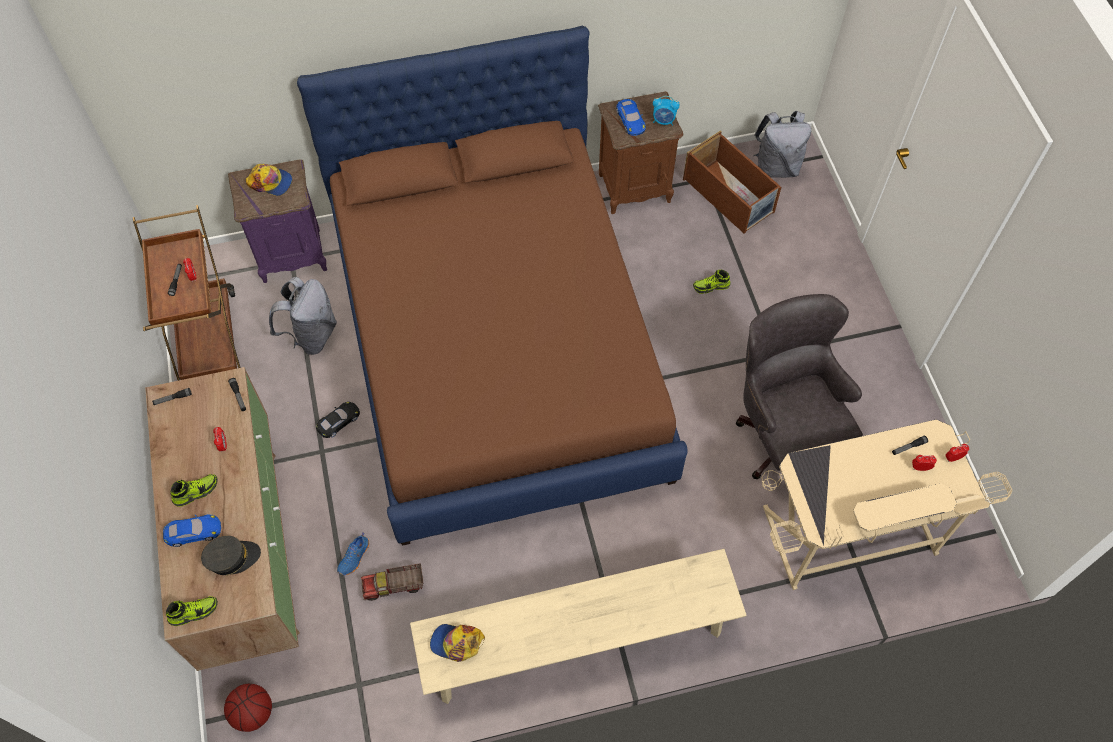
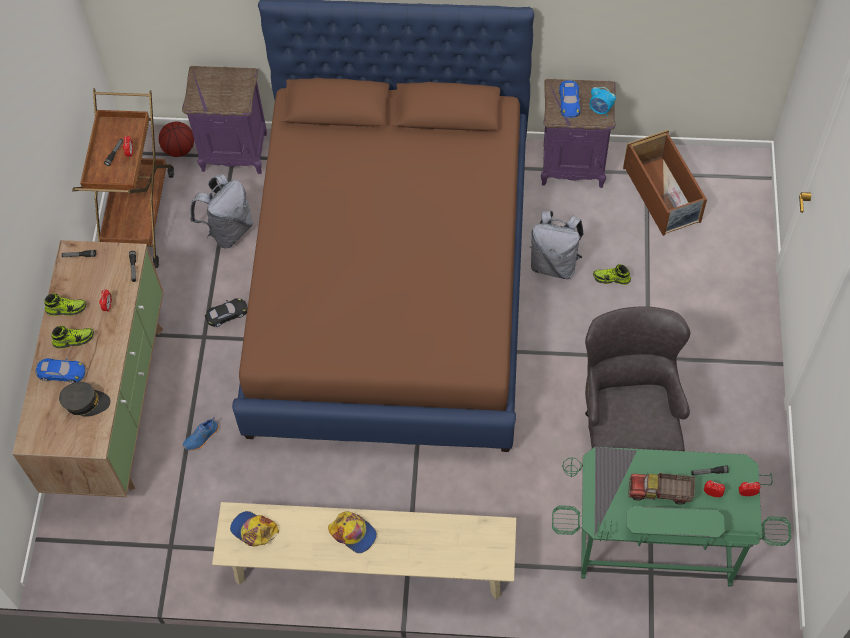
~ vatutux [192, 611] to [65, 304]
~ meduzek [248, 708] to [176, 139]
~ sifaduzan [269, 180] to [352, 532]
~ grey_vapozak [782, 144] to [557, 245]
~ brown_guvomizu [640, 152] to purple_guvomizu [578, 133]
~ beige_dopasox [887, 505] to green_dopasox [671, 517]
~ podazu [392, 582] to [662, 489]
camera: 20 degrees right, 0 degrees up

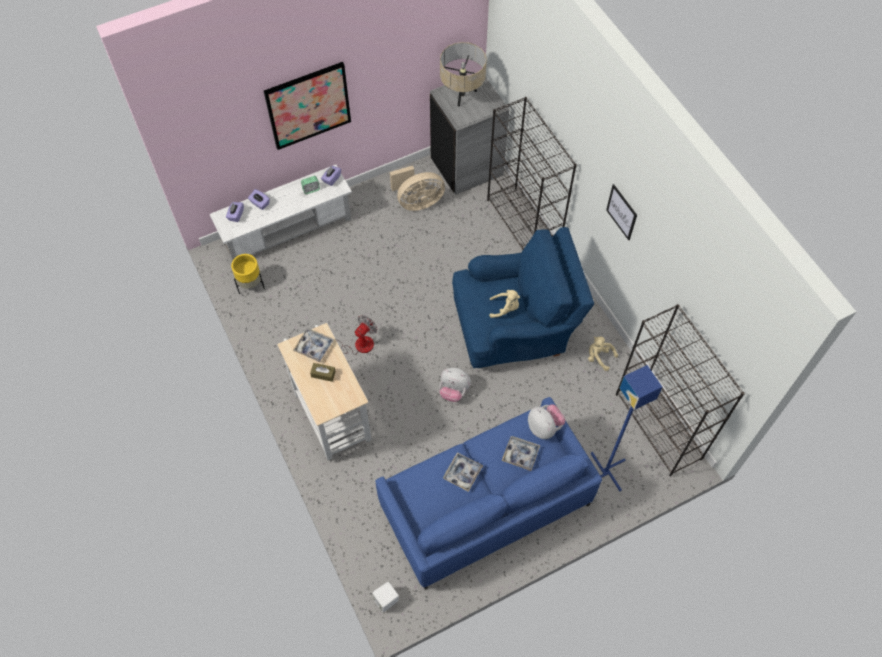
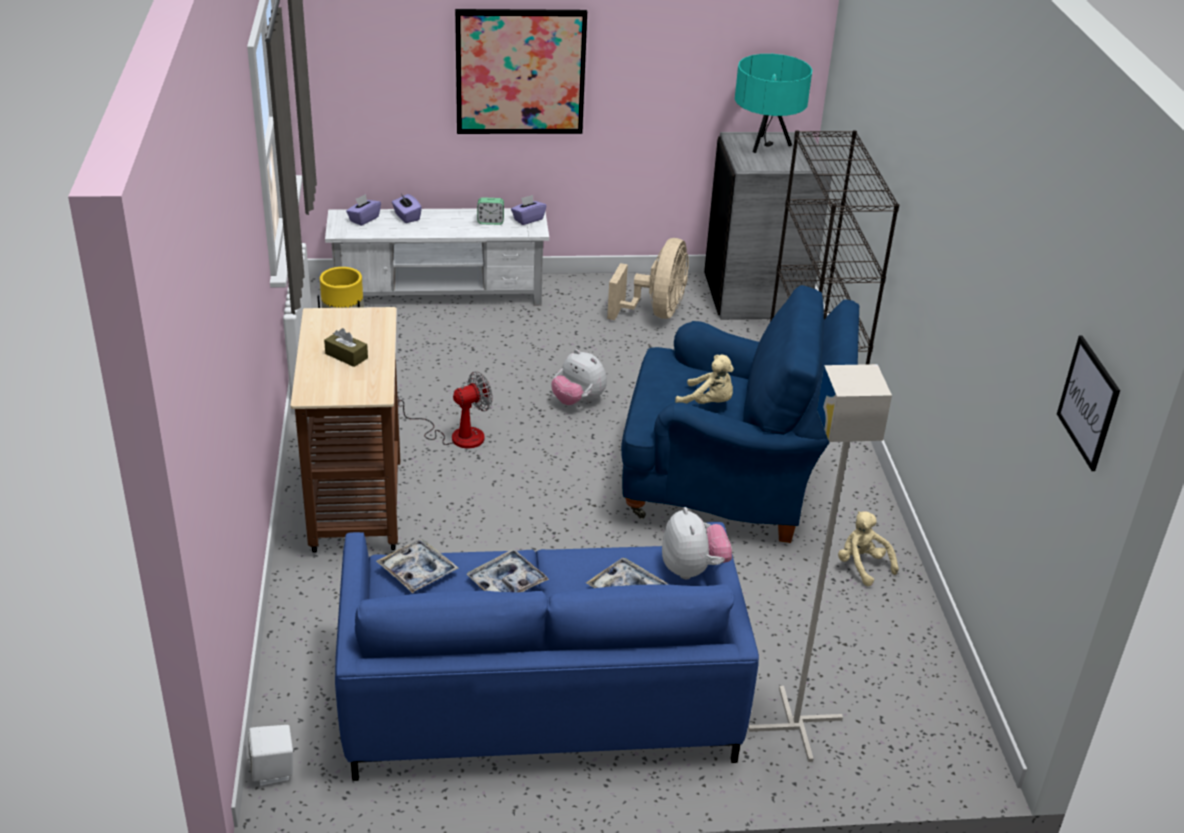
~ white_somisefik [325, 391] to brown_somisefik [345, 430]
~ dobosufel [313, 345] to [417, 566]
~ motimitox [455, 384] to [579, 377]
~ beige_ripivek [417, 188] = [648, 279] 75 degrees counterclockwise
~ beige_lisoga [463, 74] to turquoise_lisoga [774, 103]
~ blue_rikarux [626, 428] to grey_rikarux [820, 563]
~ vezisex [621, 212] to [1088, 403]
- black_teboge [680, 390]
camera: 20 degrees right, 25 degrees down

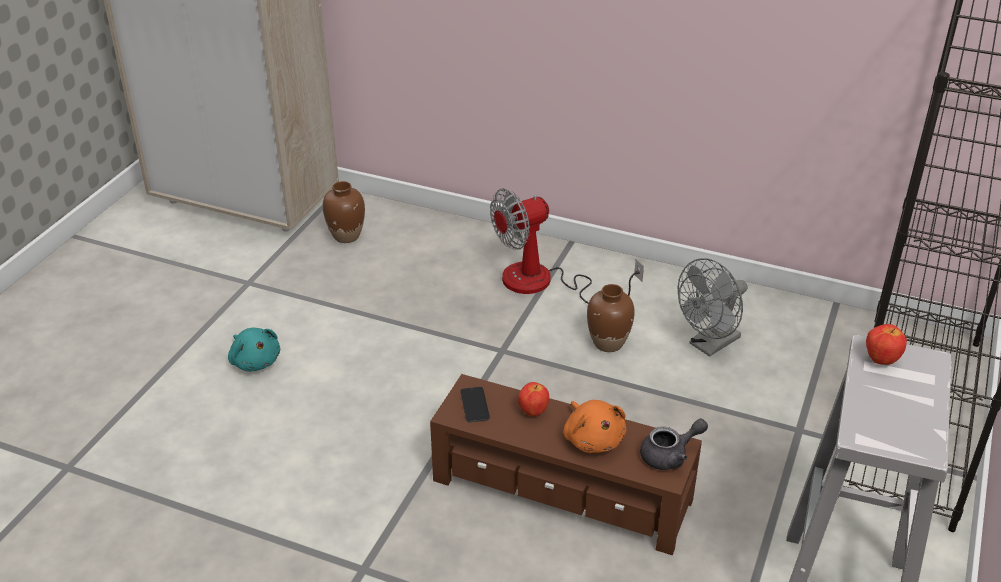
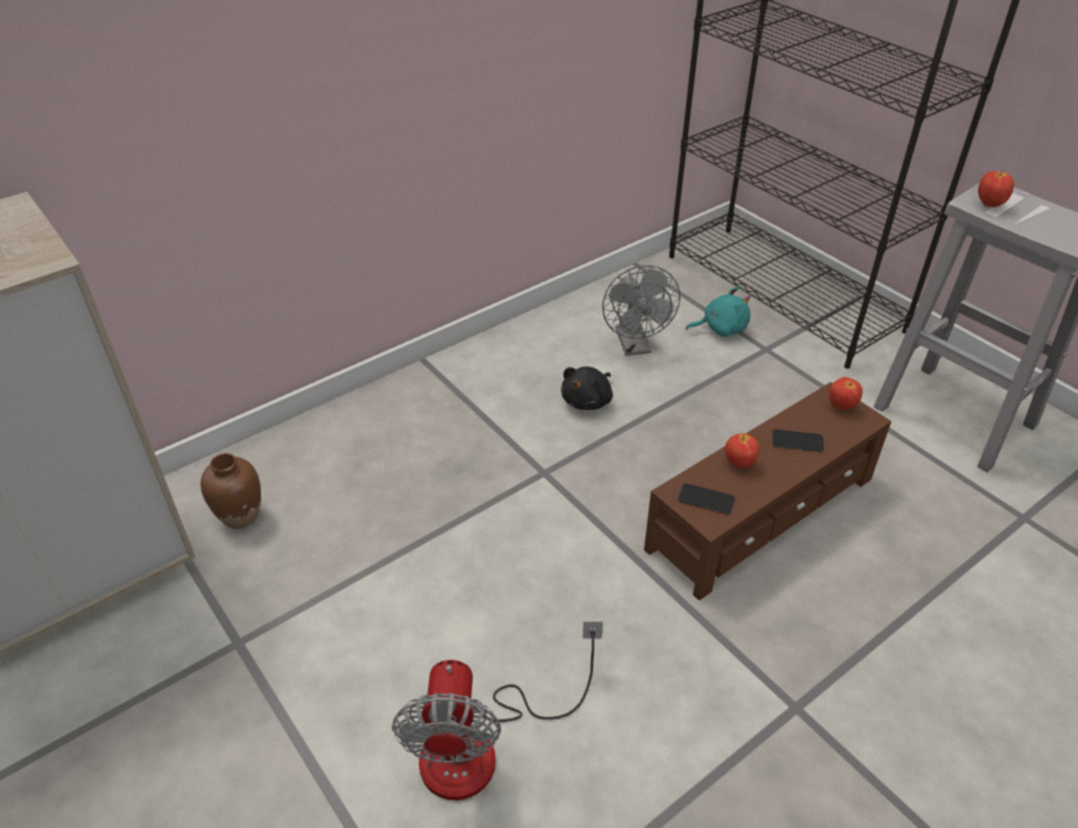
~ ripivek [567, 246] to [497, 710]
~ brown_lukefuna [611, 318] to black_motimitox [587, 388]
~ turquoise_motimitox [254, 350] to [718, 312]
~ orange_motimitox [594, 426] to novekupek [798, 440]
~ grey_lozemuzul [674, 444] to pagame [845, 393]
camera: 60 degrees left, 5 degrees up

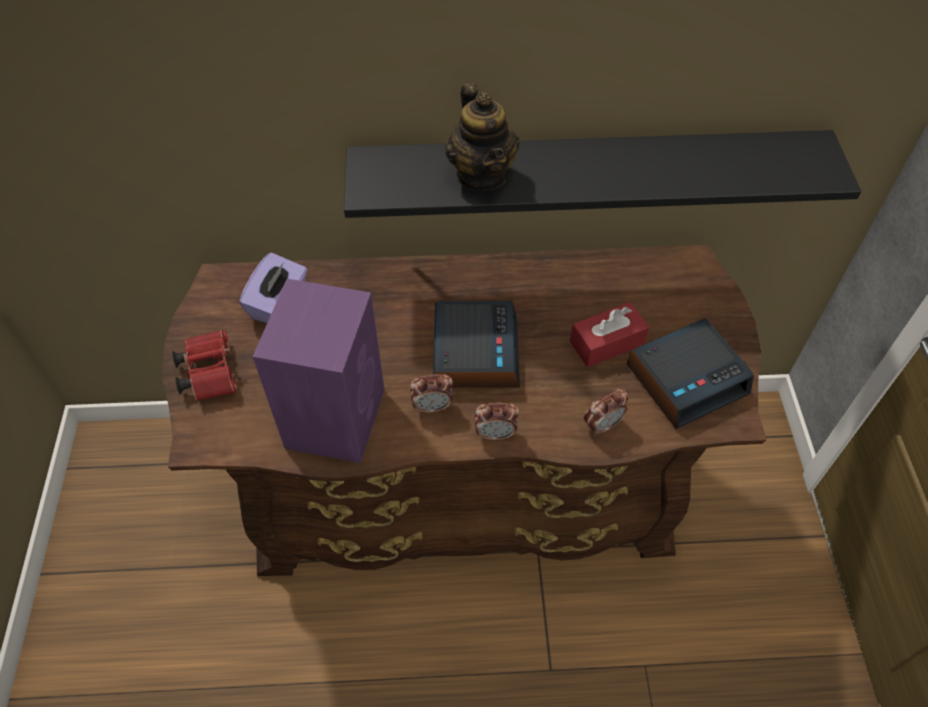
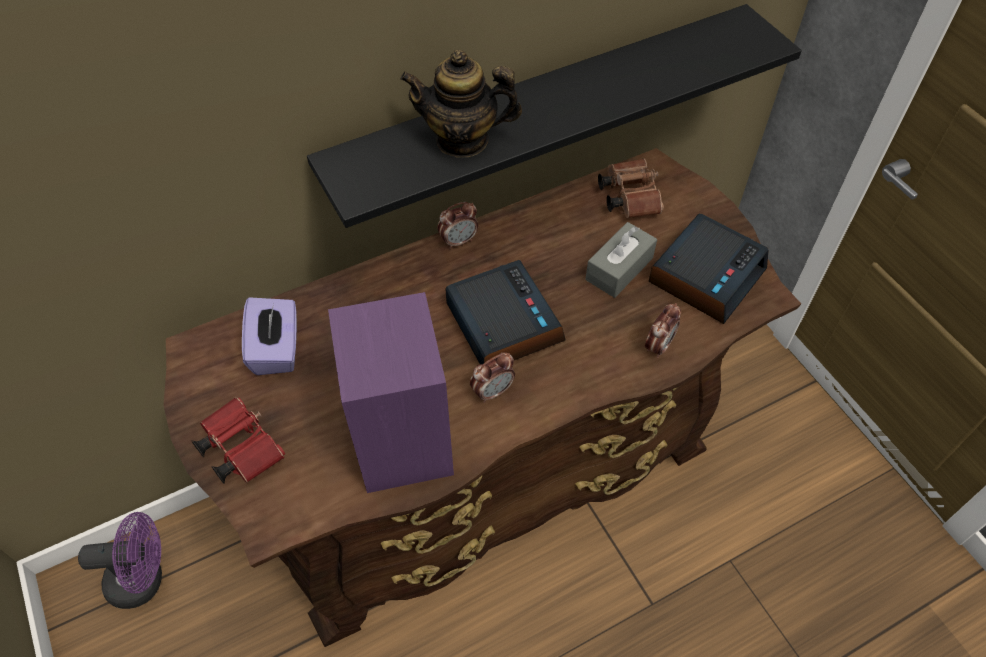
+ purple_ripivek [120, 560]
~ lozemuzul [482, 136] = [461, 103] 135 degrees clockwise
~ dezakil [496, 421] to [457, 225]
~ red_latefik [609, 334] to grey_latefik [621, 260]
+ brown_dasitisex [631, 188]
camera: 25 degrees left, 0 degrees up

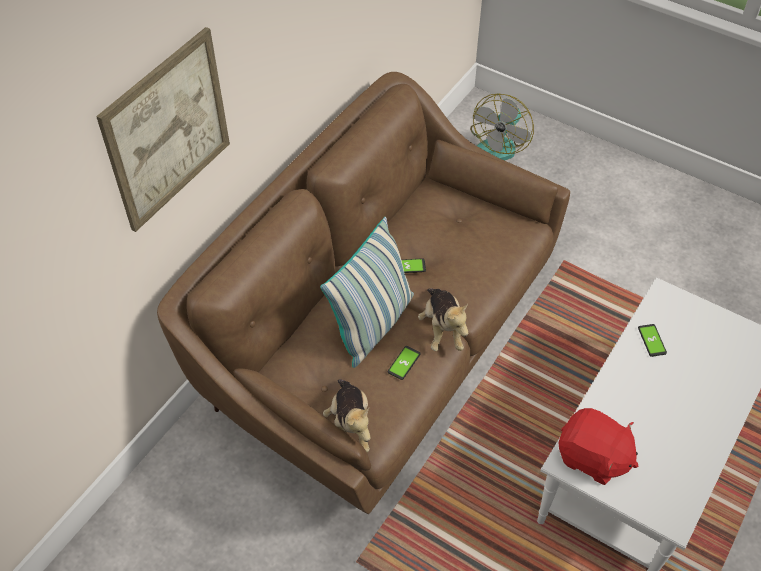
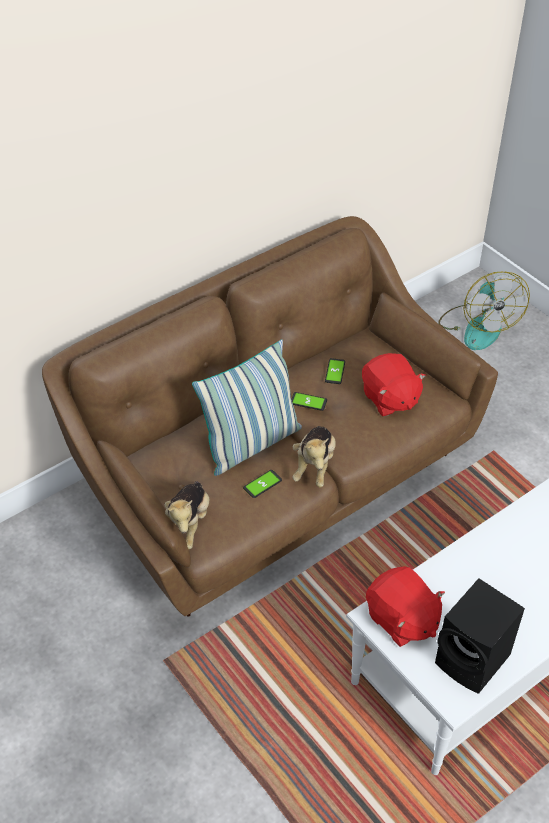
~ novekupek [652, 340] to [335, 371]
+ red_motimitox [394, 384]
+ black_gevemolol [480, 636]
~ ripivek [502, 127] = [484, 311] 60 degrees counterclockwise
- vezisex [163, 129]
camera: 20 degrees right, 5 degrees down

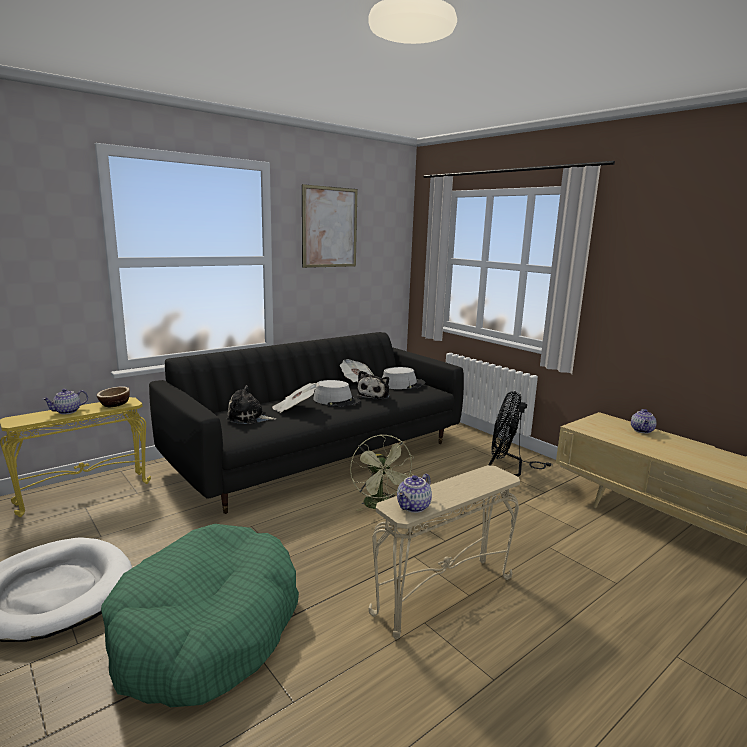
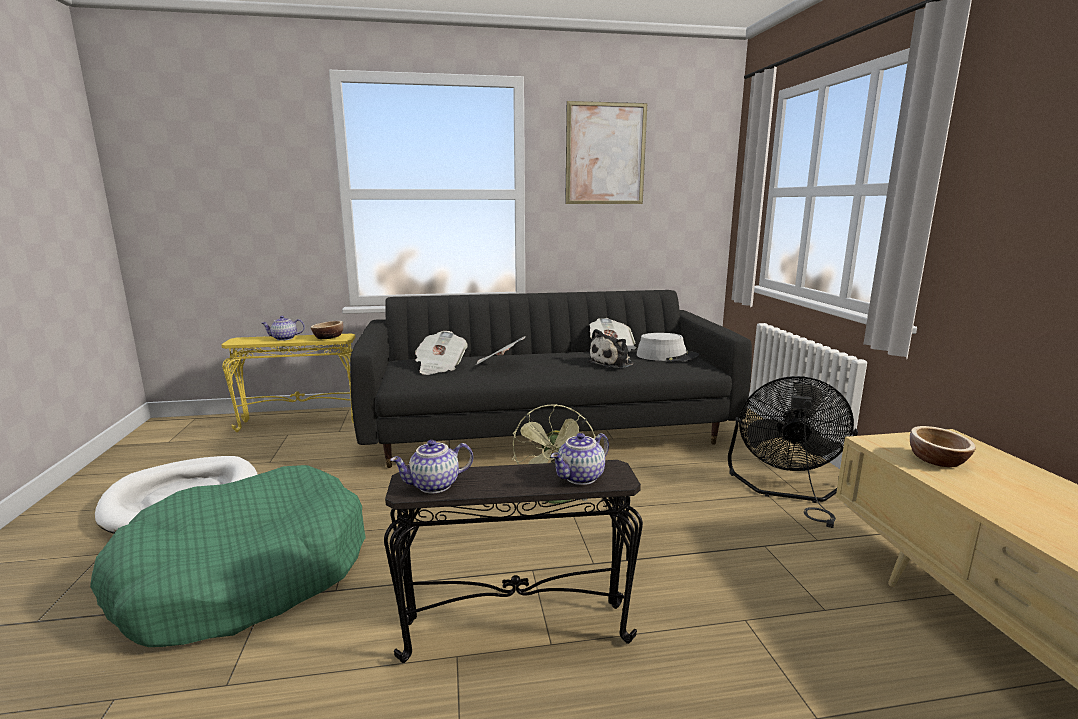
~ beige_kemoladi [444, 552] to black_kemoladi [513, 561]
~ motimitox [252, 404] to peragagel [441, 353]
~ lozemuzul [643, 421] to [580, 459]
~ black_ripivek [520, 433] = [793, 452] 60 degrees clockwise
+ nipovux [943, 446]
- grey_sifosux [337, 393]
camera: 30 degrees right, 0 degrees up

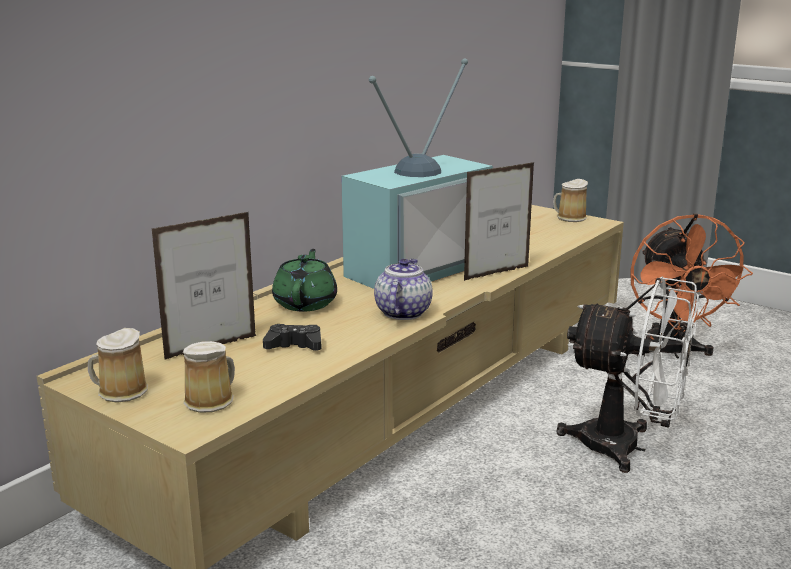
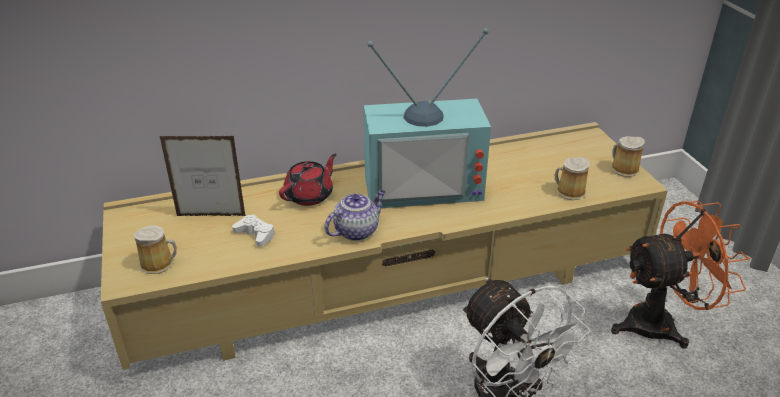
~ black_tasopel [292, 337] to white_tasopel [253, 231]
~ green_lozemuzul [304, 280] to red_lozemuzul [308, 180]
~ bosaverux [118, 365] to [572, 178]
~ orange_ripivek [691, 286] = [680, 275] 135 degrees counterclockwise
- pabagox [499, 221]
camera: 35 degrees right, 15 degrees up

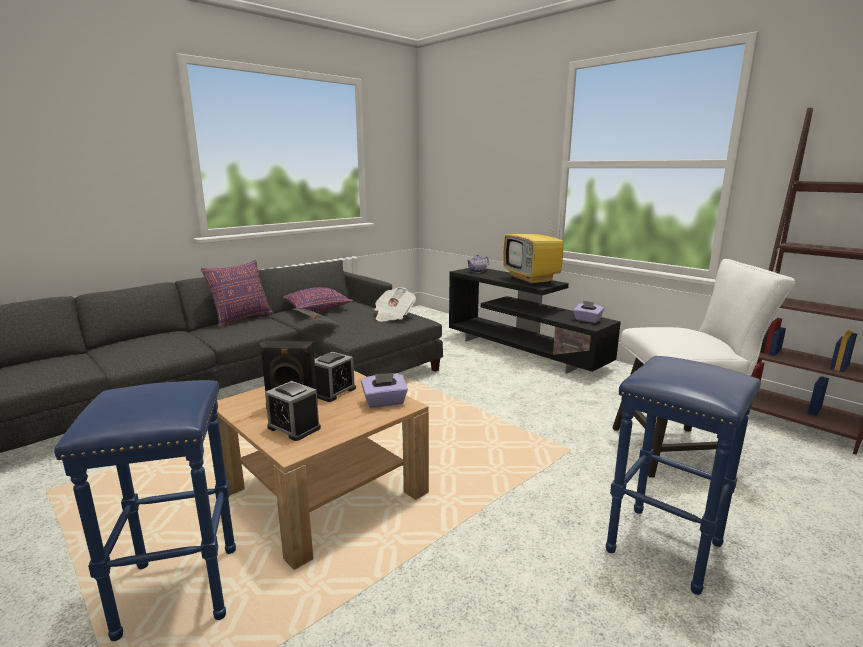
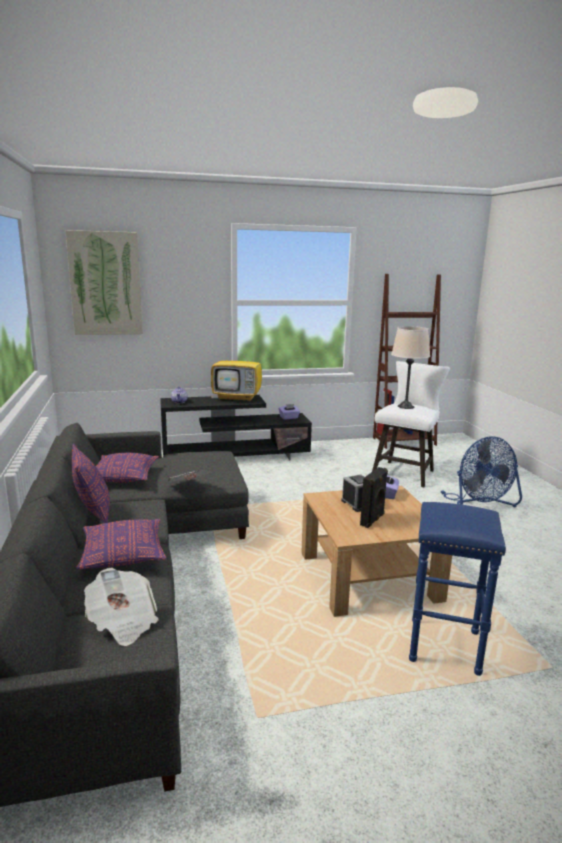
+ vezisex [104, 282]
+ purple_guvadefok [121, 544]
~ peragagel [395, 304] to [121, 607]
+ beige_lisoga [410, 367]
~ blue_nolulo [683, 475] to blue_ripivek [481, 472]
- dezakil [293, 411]
camera: 60 degrees left, 0 degrees up

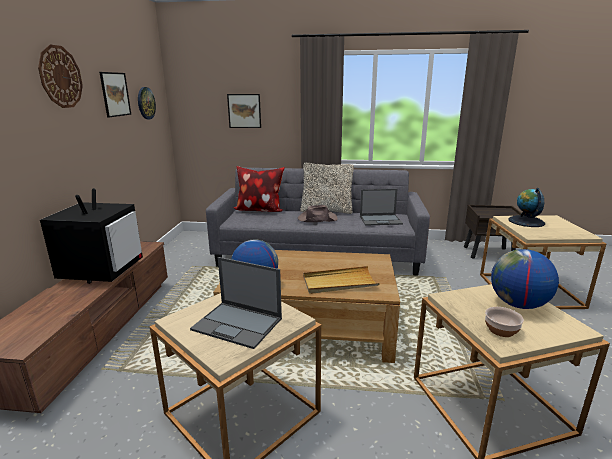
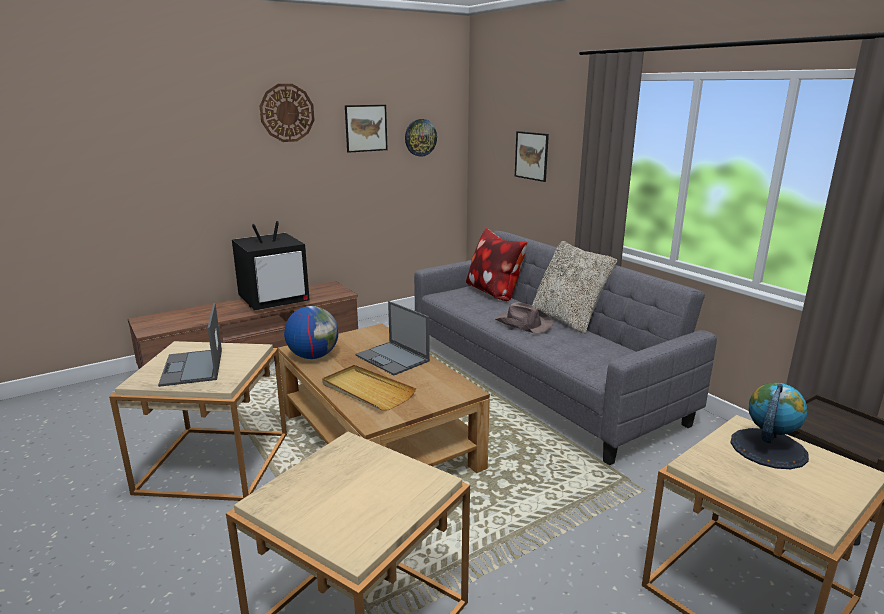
~ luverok [381, 207] to [392, 338]
- nipovux [504, 322]
- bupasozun [525, 279]
camera: 50 degrees right, 0 degrees up

